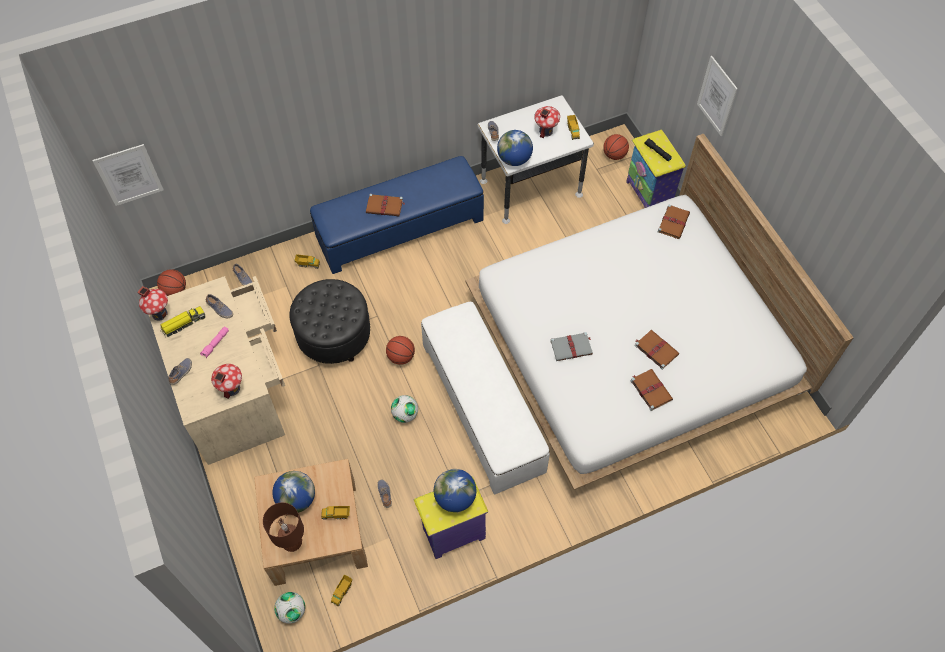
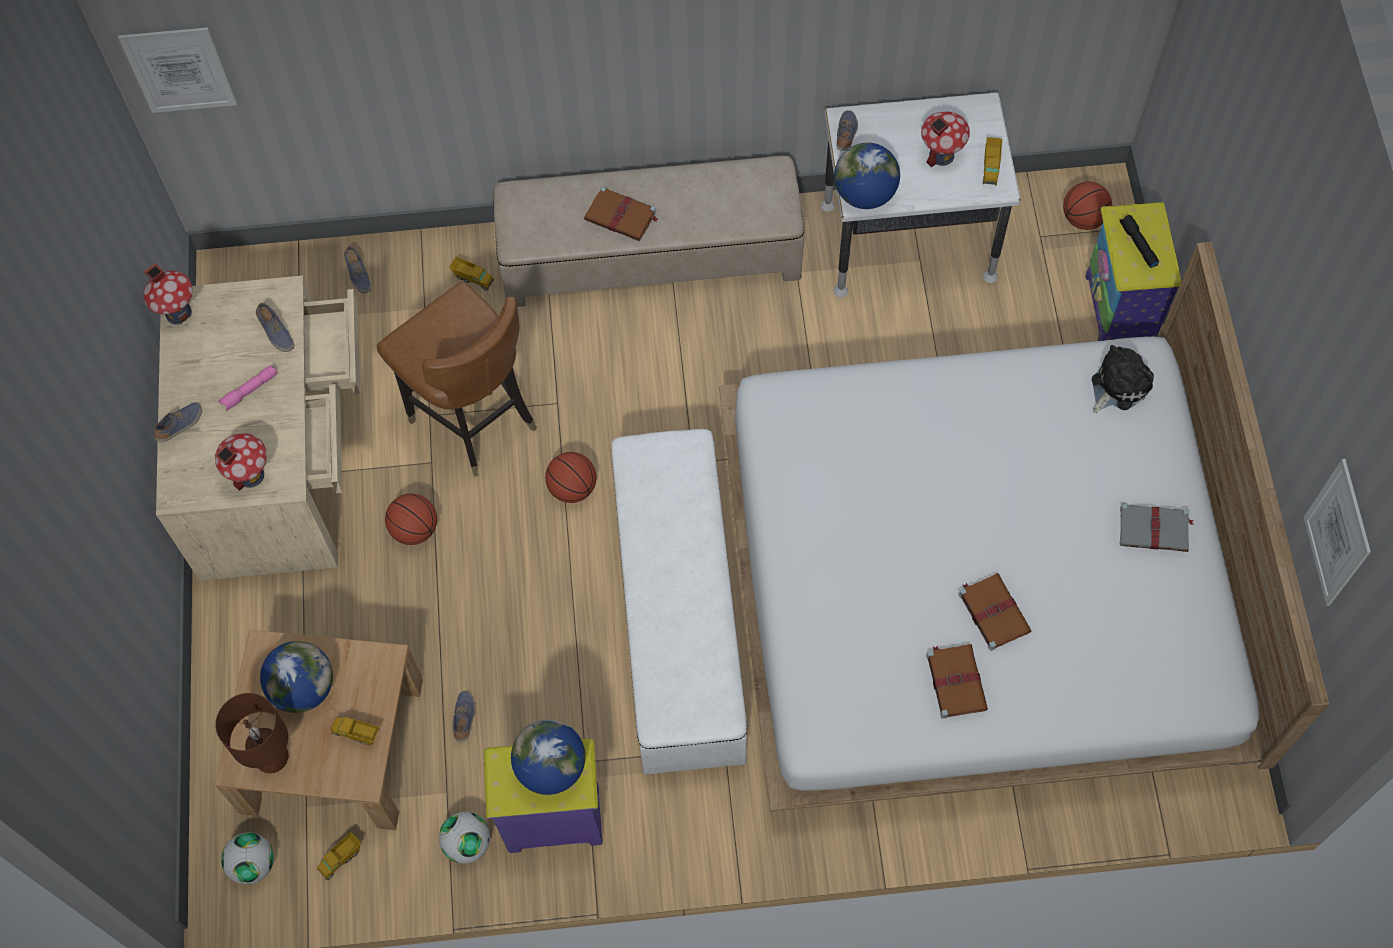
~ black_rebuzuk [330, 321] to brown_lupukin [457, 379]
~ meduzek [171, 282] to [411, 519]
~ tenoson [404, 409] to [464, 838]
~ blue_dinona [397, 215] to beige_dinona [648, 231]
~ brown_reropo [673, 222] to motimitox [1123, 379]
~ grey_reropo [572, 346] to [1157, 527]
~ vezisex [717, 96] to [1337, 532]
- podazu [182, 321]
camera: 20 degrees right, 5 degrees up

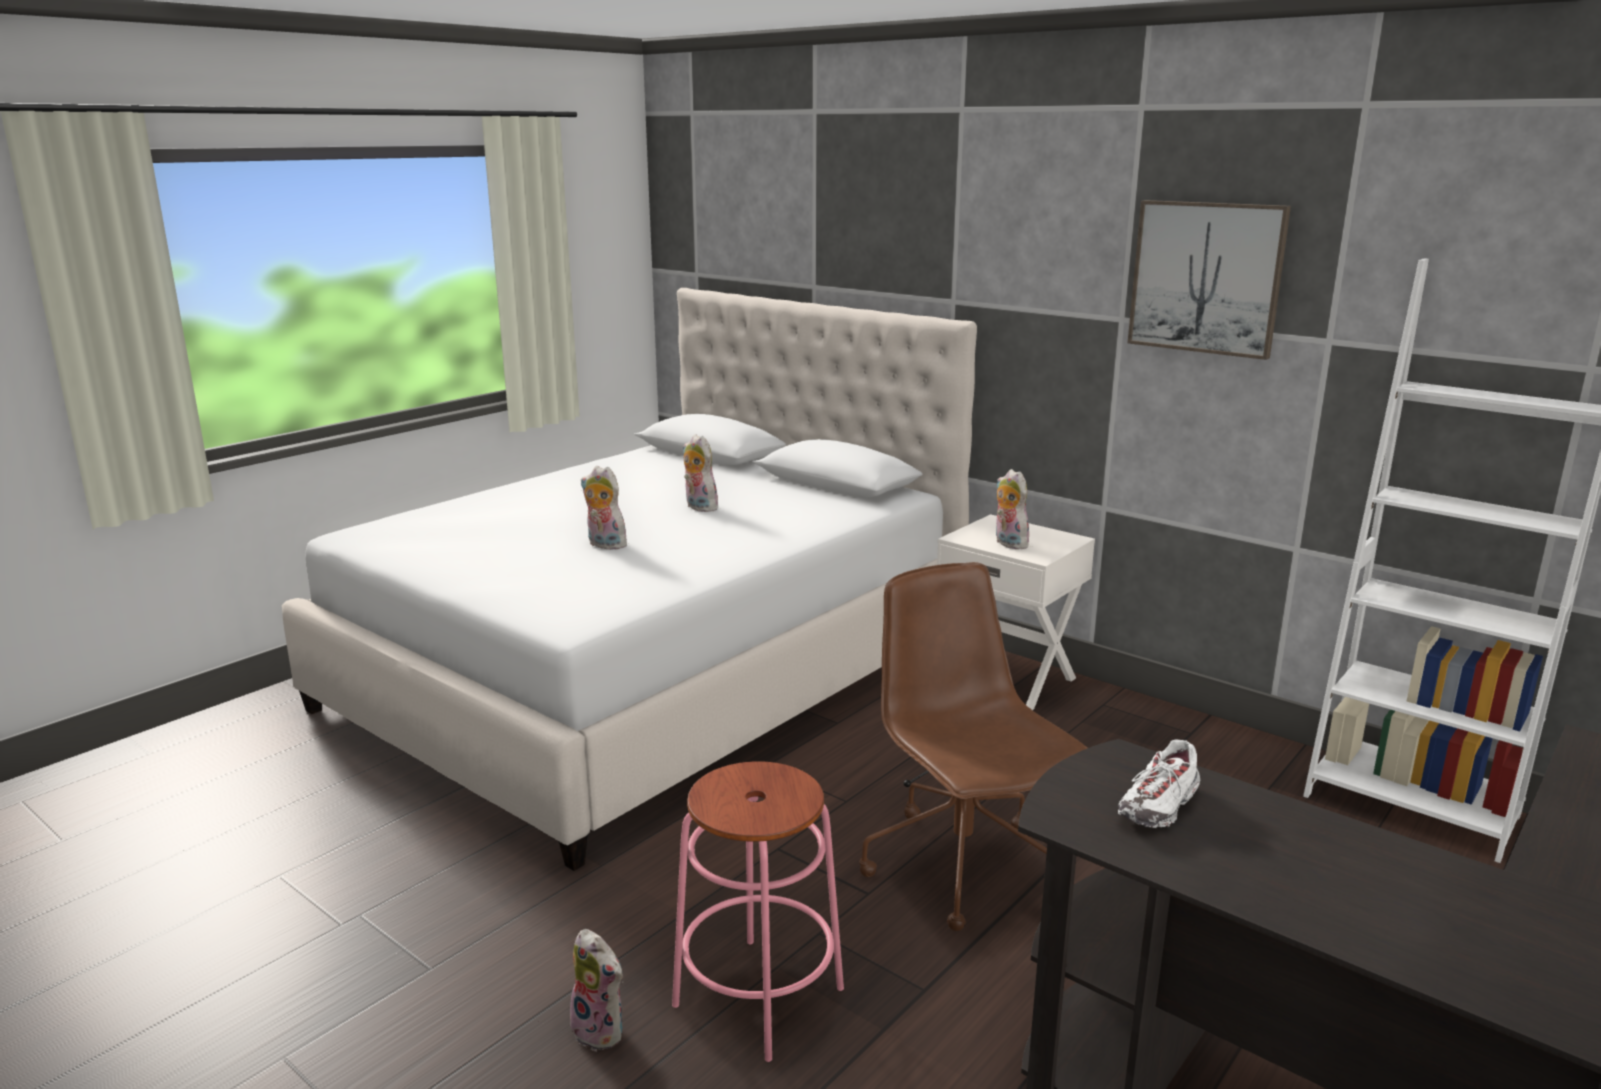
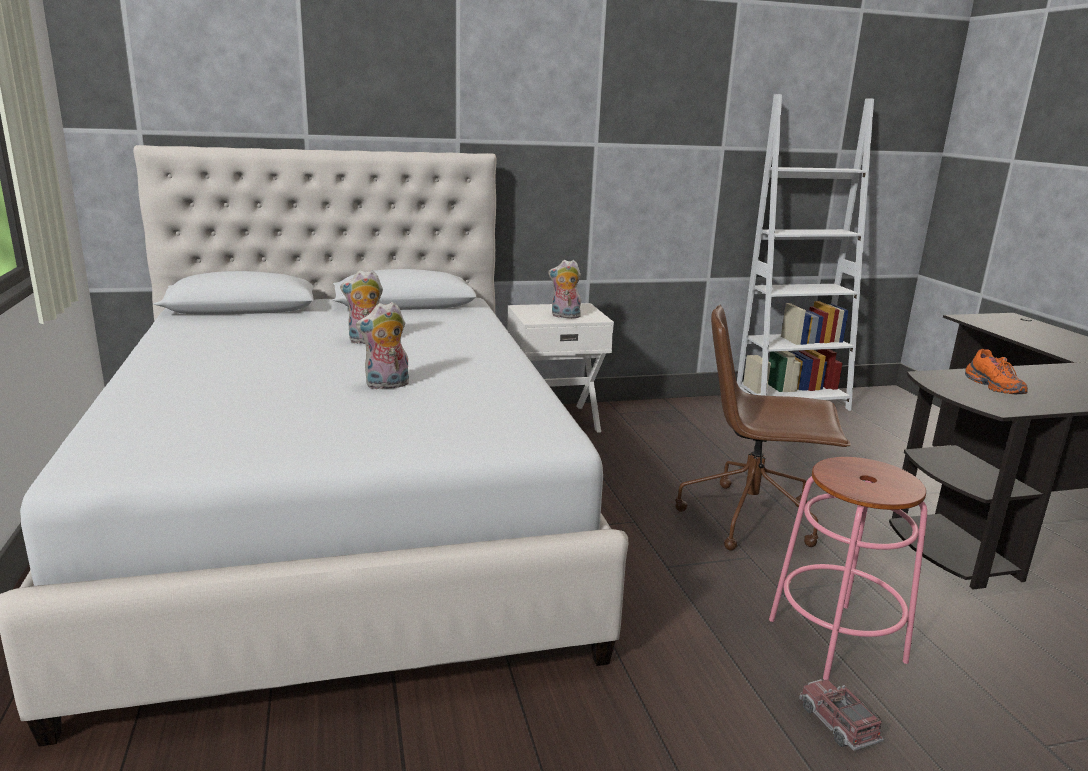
~ motimitox [595, 990] to podazu [841, 715]
~ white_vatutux [1159, 784] to orange_vatutux [996, 371]
- vezisex [1209, 280]
camera: 55 degrees left, 0 degrees up

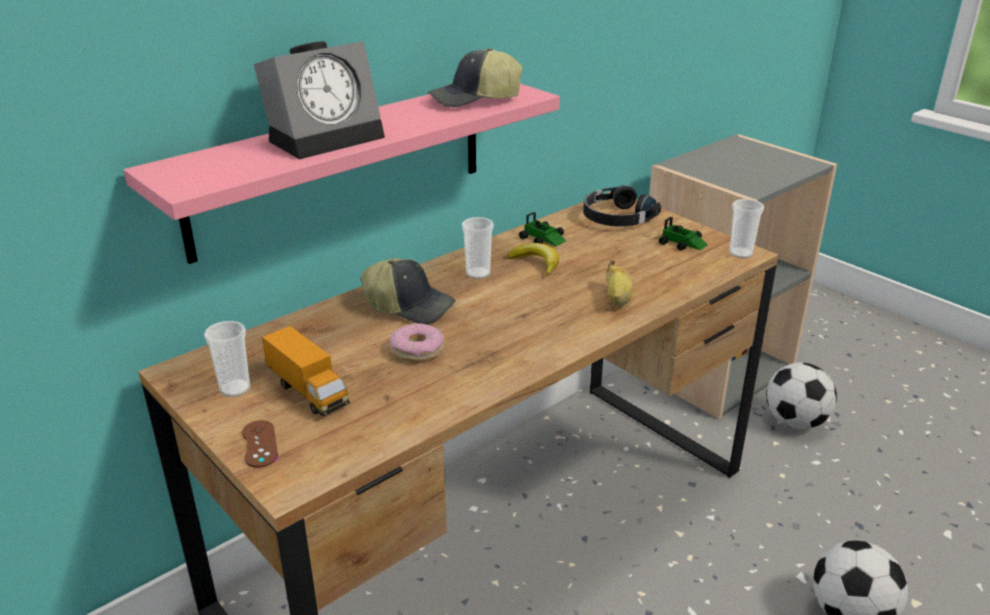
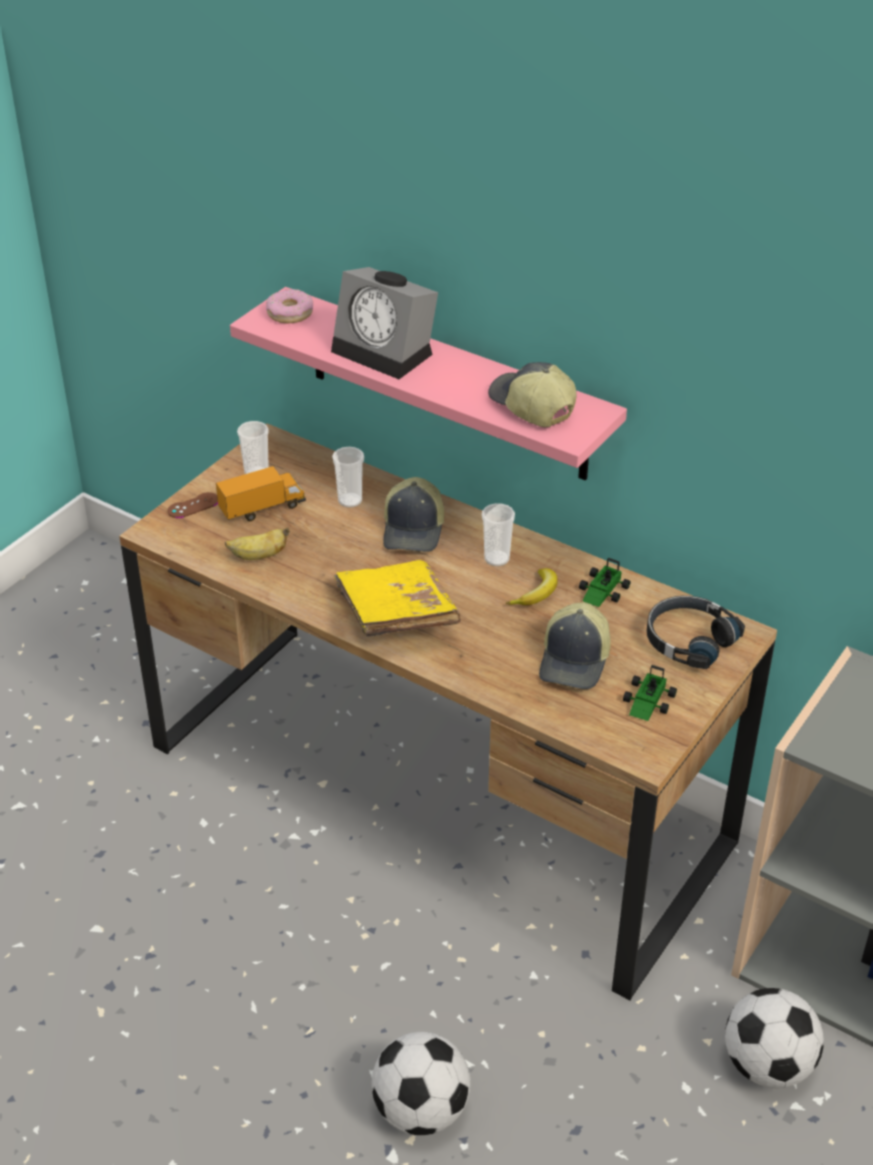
~ podazu [306, 371] = [261, 493] 150 degrees counterclockwise
~ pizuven [619, 283] to [257, 543]
~ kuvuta [417, 342] to [289, 306]
~ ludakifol [746, 228] to [348, 477]
+ yellow_reropo [397, 598]
+ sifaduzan [575, 645]
camera: 75 degrees right, 10 degrees up

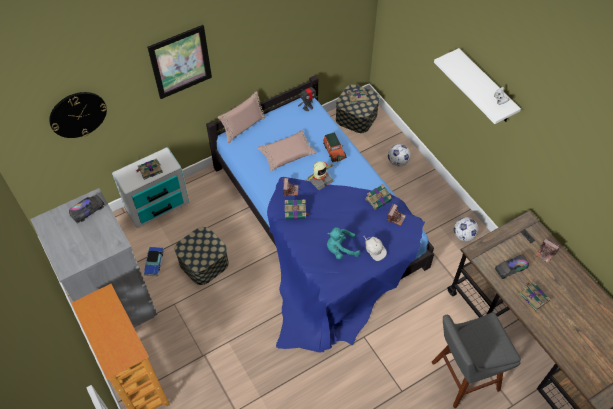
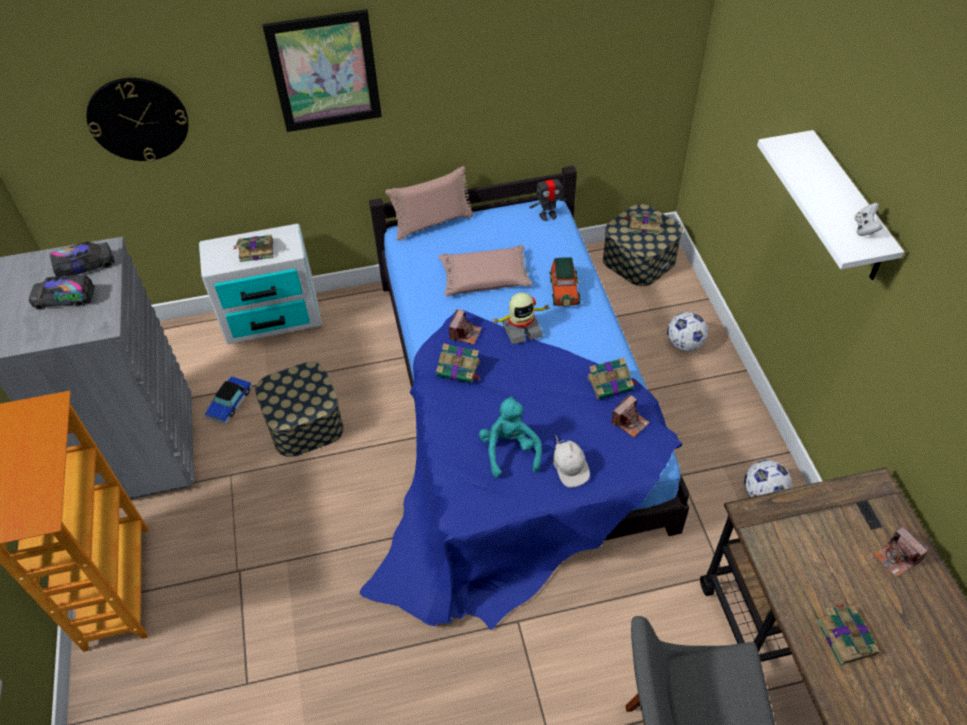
~ podazu [512, 266] to [62, 292]
~ turquoise_motimitox [343, 243] = [510, 436] 75 degrees clockwise
camera: 20 degrees right, 5 degrees down

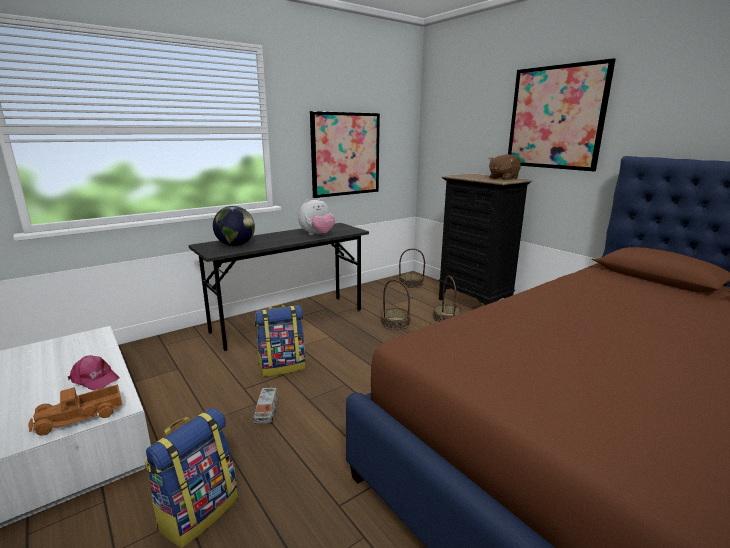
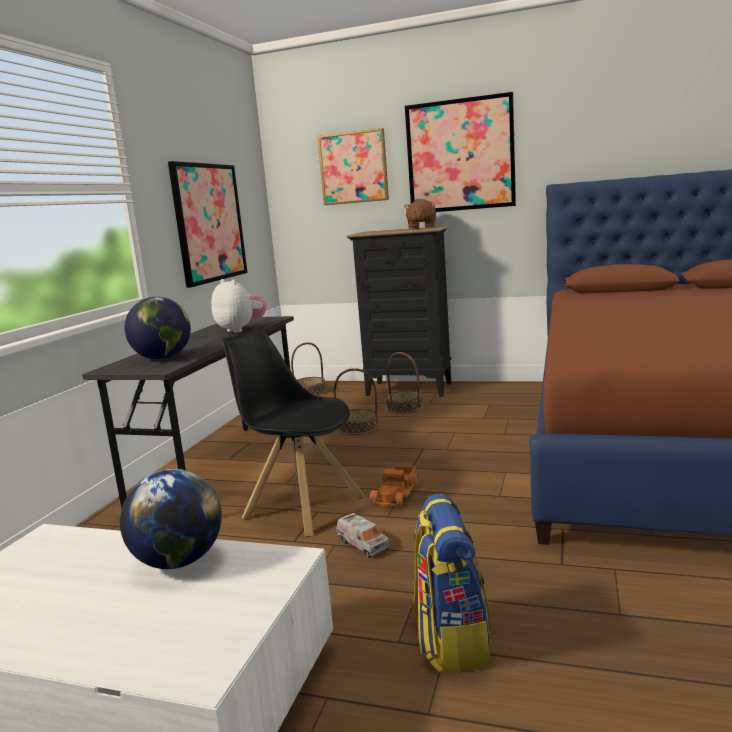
~ pink_sifaduzan [93, 372] to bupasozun [171, 519]
~ motimitox [316, 216] = [239, 306] 60 degrees counterclockwise
~ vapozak [280, 341] to black_lupukin [293, 433]
+ vezisex [353, 166]
~ podazu [75, 410] to [394, 486]
camera: 35 degrees left, 5 degrees down

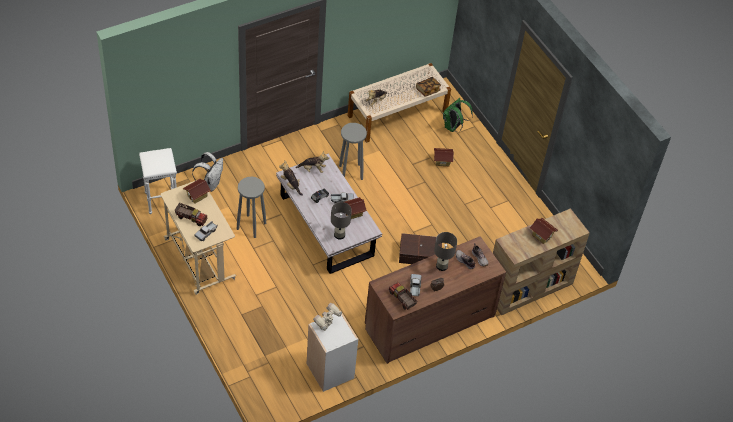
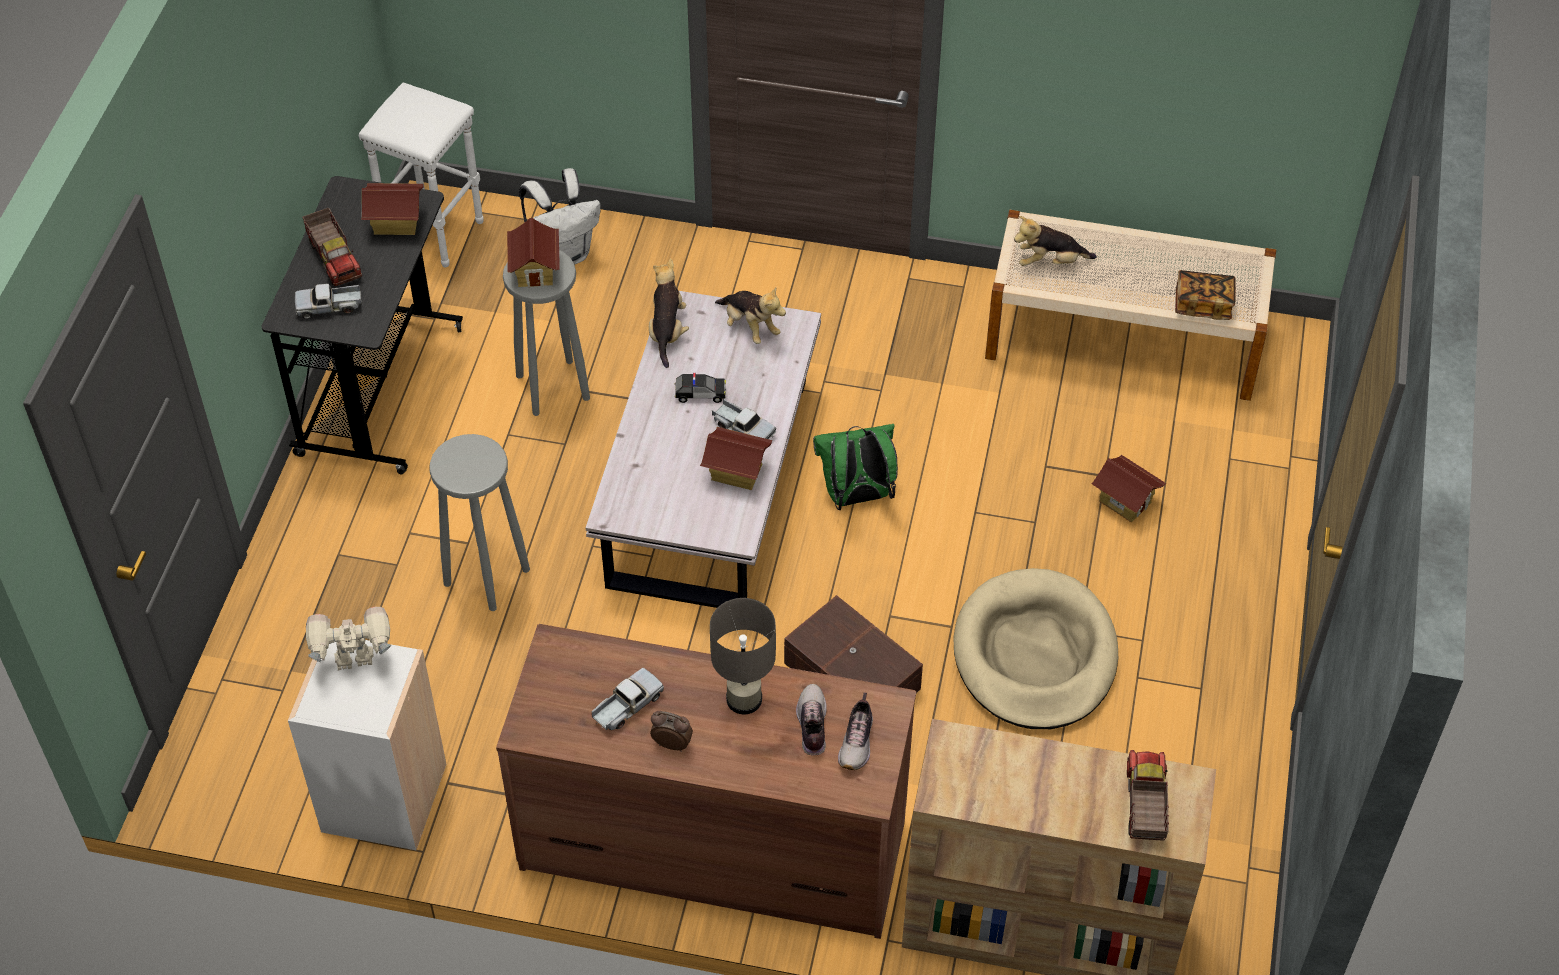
~ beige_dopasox [198, 238] to black_dopasox [362, 325]
~ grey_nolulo [353, 151] to [480, 522]
~ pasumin [544, 231] to [533, 252]
~ green_vapozak [458, 115] to [855, 467]
+ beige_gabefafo [1035, 648]
~ podazu [402, 296] to [1148, 795]
- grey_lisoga [341, 221]
camera: 45 degrees right, 0 degrees up

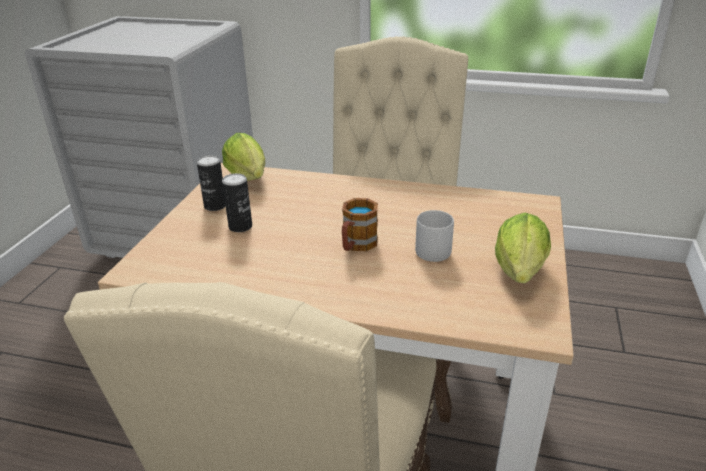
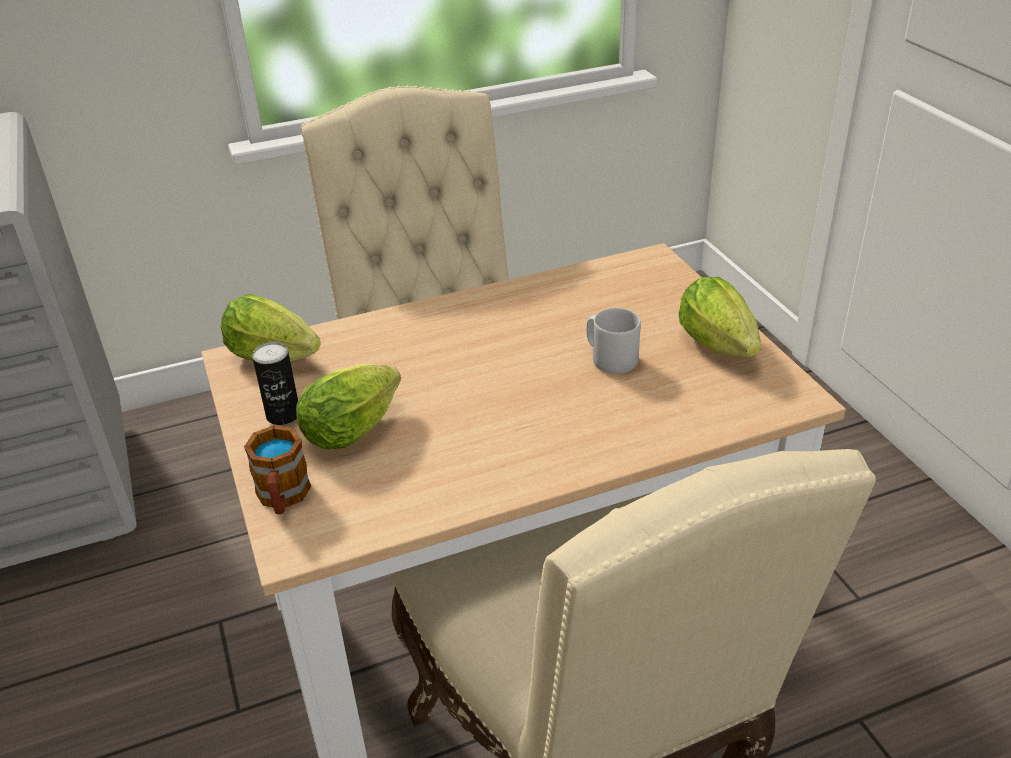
~ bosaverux [360, 224] to [277, 469]
~ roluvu [237, 202] to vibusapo [348, 406]
camera: 35 degrees left, 5 degrees up

